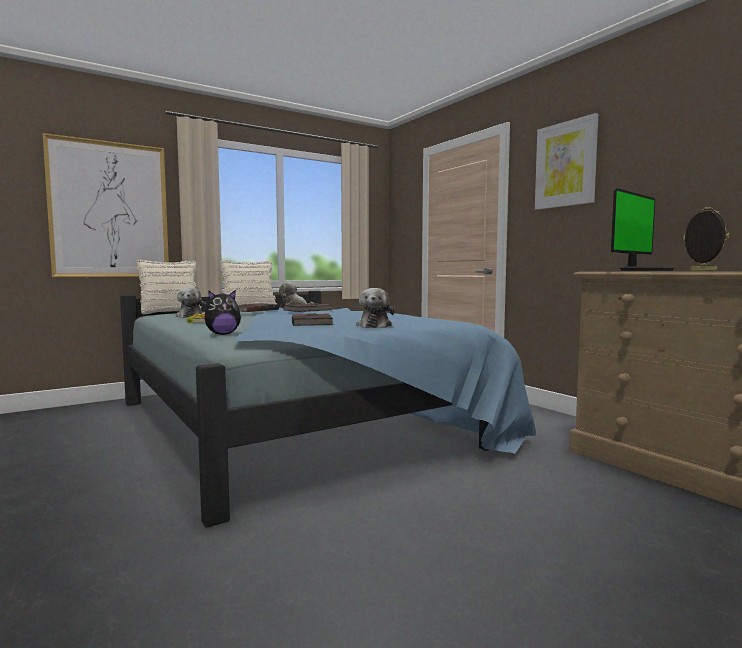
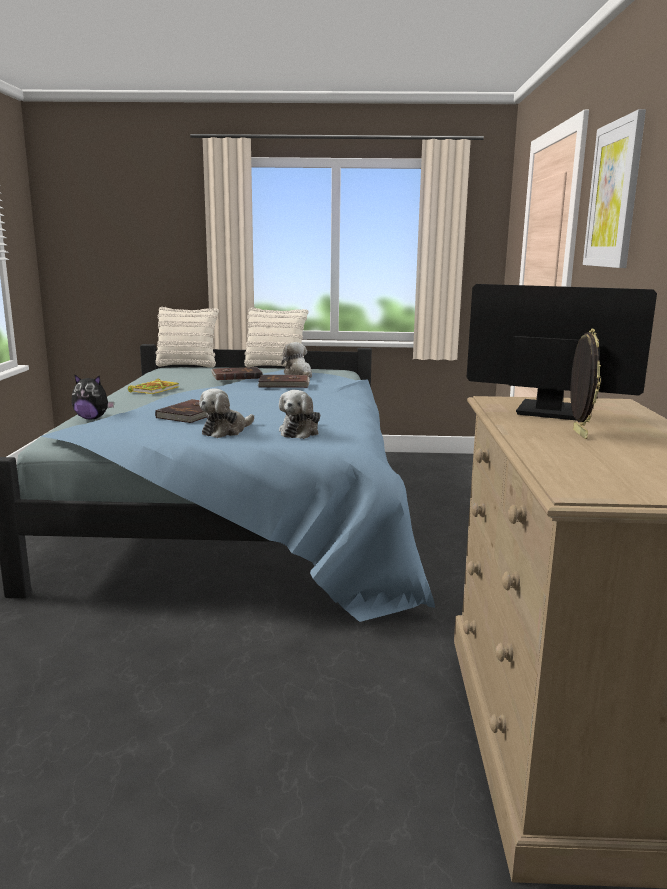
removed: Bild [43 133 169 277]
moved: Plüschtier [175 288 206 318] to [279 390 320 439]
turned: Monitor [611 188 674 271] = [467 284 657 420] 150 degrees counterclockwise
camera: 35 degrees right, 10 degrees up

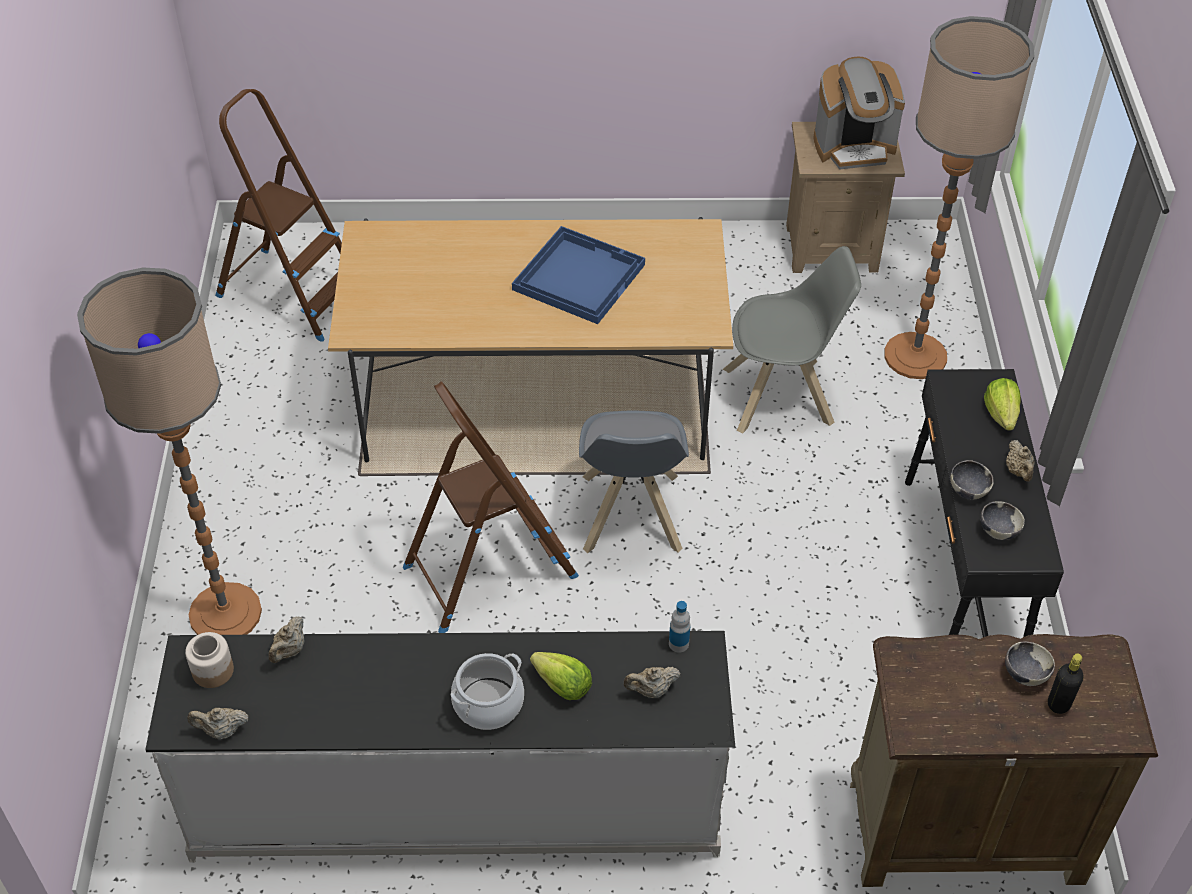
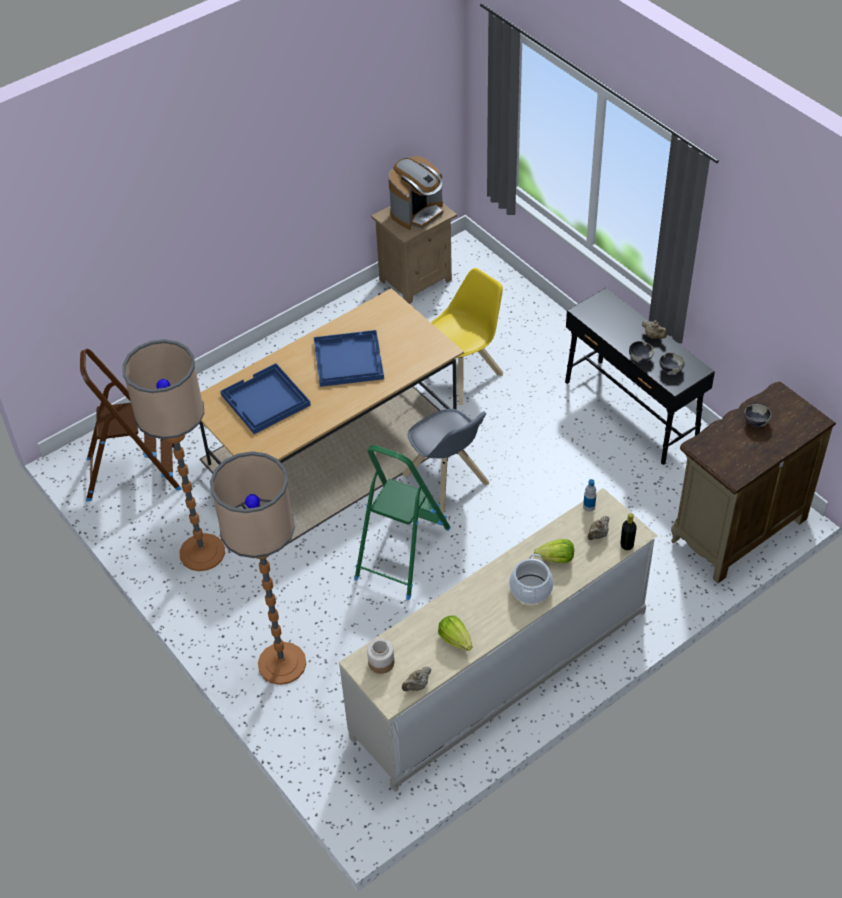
removed: Teekanne (beige) [269 616 304 663]
added: Tablett (blau) [220 363 311 434]
moved: Stehlampe [884 16 1035 379] to [122 339 225 571]; Salatkopf [984 378 1021 431] to [438 616 472 651]; Flasche (schwarz) [1048 653 1083 714] to [621 513 637 550]
recoloured: Schrank (schwarz) [145 631 735 862] to Schrank (beige) [339 488 658 792]; Trittleiter (braun) [403 381 579 633] to Trittleiter (grün) [354 445 450 600]; Stuhl (grau) [723 246 861 433] to Stuhl (gelb) [431 268 503 405]
camera: 35 degrees left, 0 degrees up

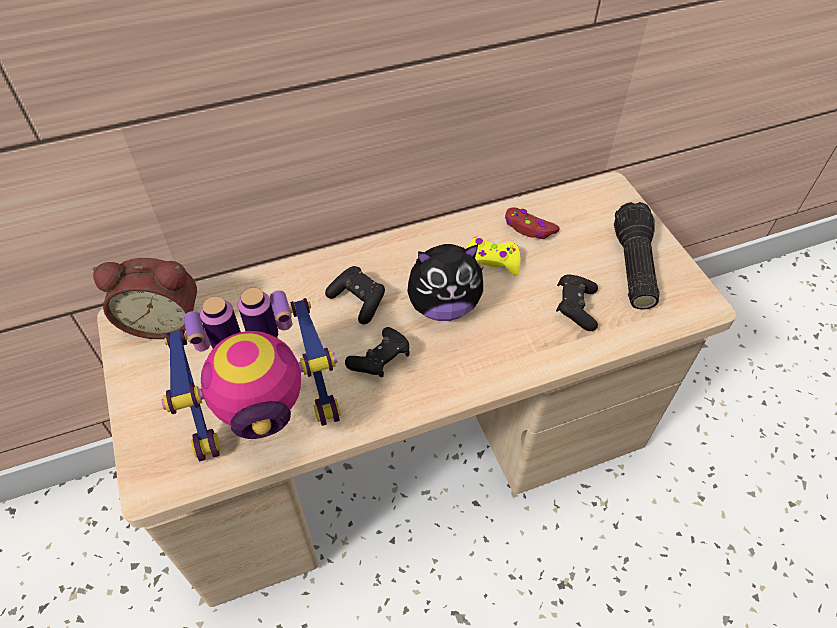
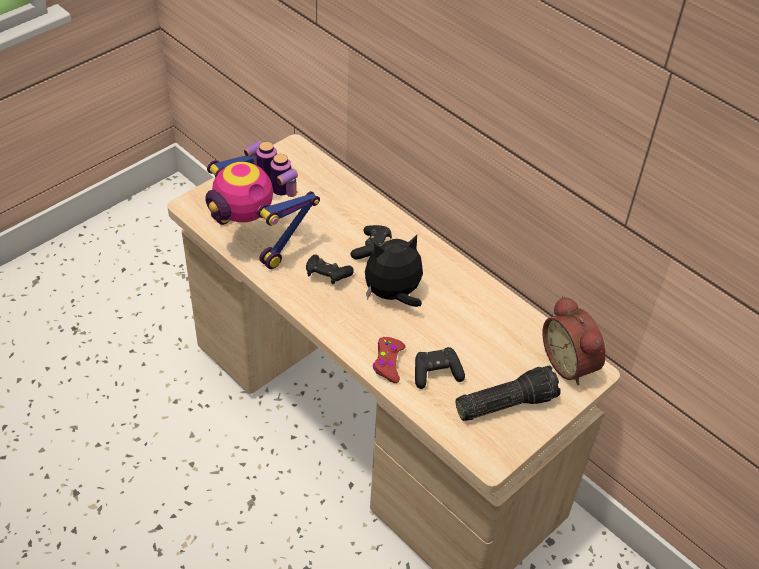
removed: Gamepad (gelb) [466 237 520 275]
moved: Wecker [92 258 197 339] to [542 296 606 385]; Gamepad (rot) [505 207 560 239] to [373 337 406 383]
turned: Plüschtier [407 244 484 321] = [365 235 423 307] 105 degrees clockwise
camera: 65 degrees right, 5 degrees down

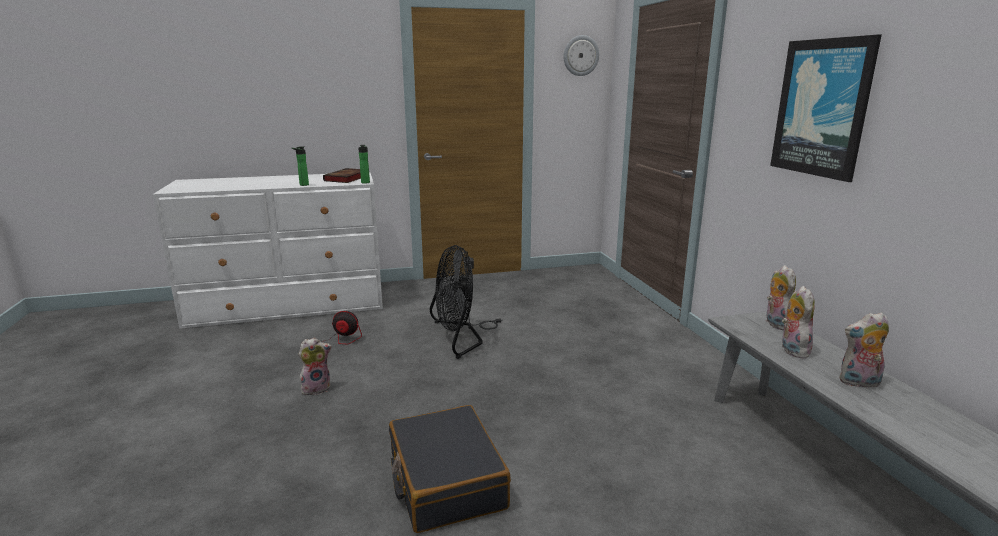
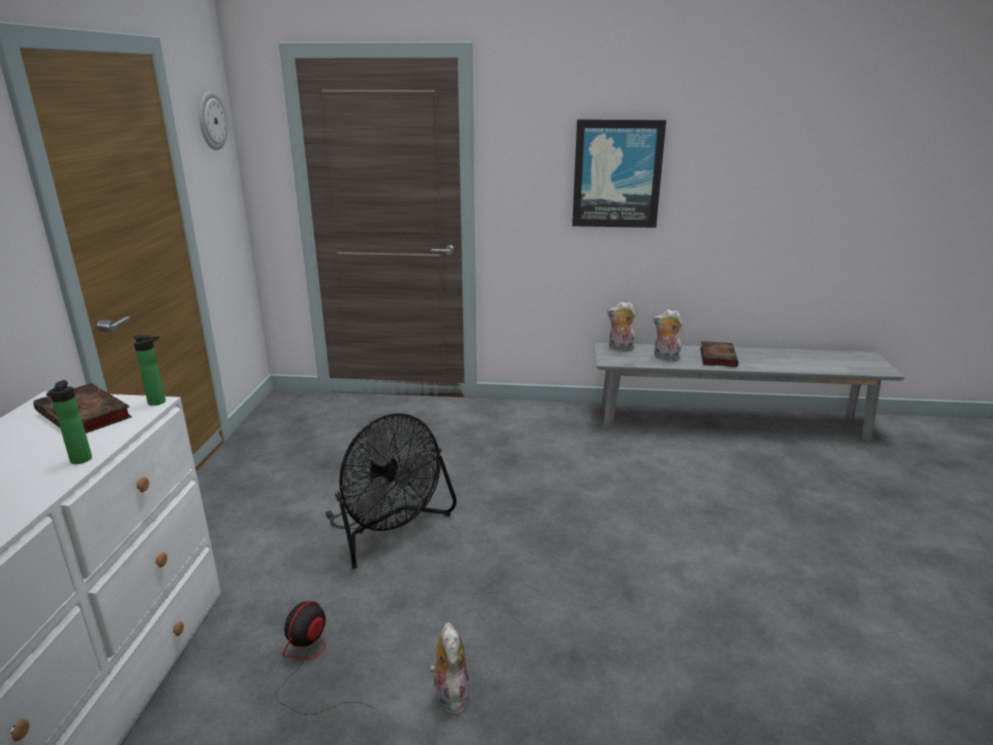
removed: Koffer (schwarz) [389 405 511 533]
replaced: Plüschtier [839 313 889 387] to Buch [700 341 738 367]
turned: Ventilator (schwarz) [430 245 502 359] = [325 413 457 569] 45 degrees counterclockwise
camera: 70 degrees left, 5 degrees up

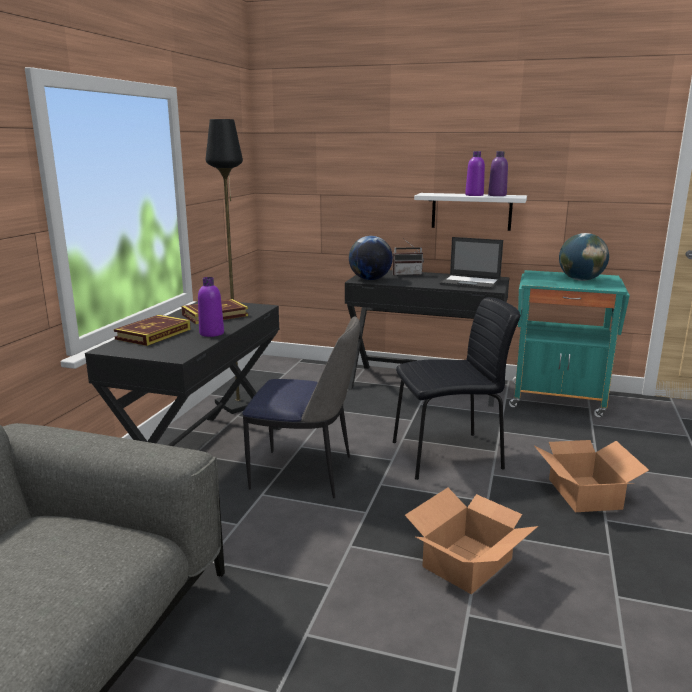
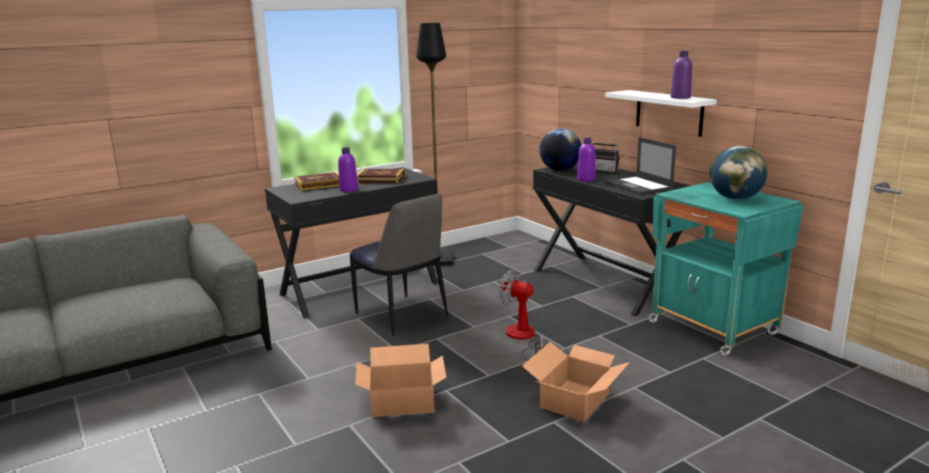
moved: Flasche (lila) [465 151 485 196] to [577 138 596 181]
replaced: Stuhl (schwarz) [393 297 521 480] to Ventilator [499 270 544 360]
camera: 40 degrees right, 0 degrees up

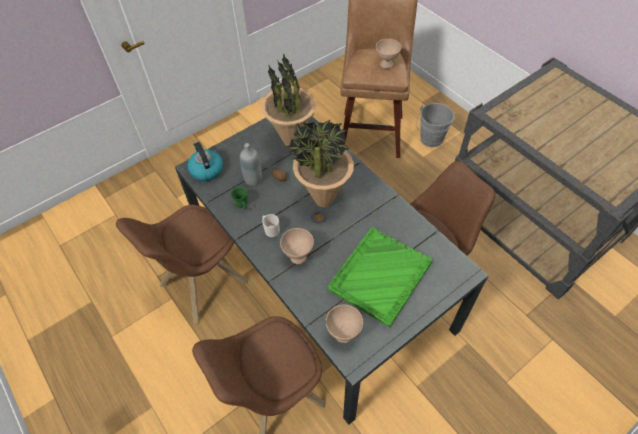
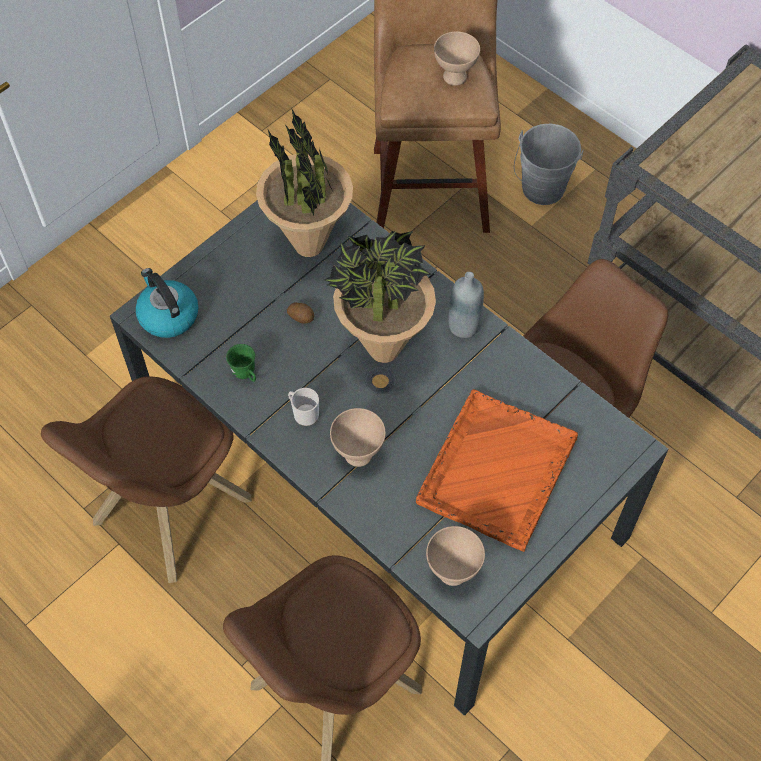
moved: Flasche (grau) [240 143 262 186] to [449 272 484 338]
recoloured: Tablett (grün) [328 227 433 327] to Tablett (orange) [416 389 578 552]
camera: 10 degrees left, 5 degrees up

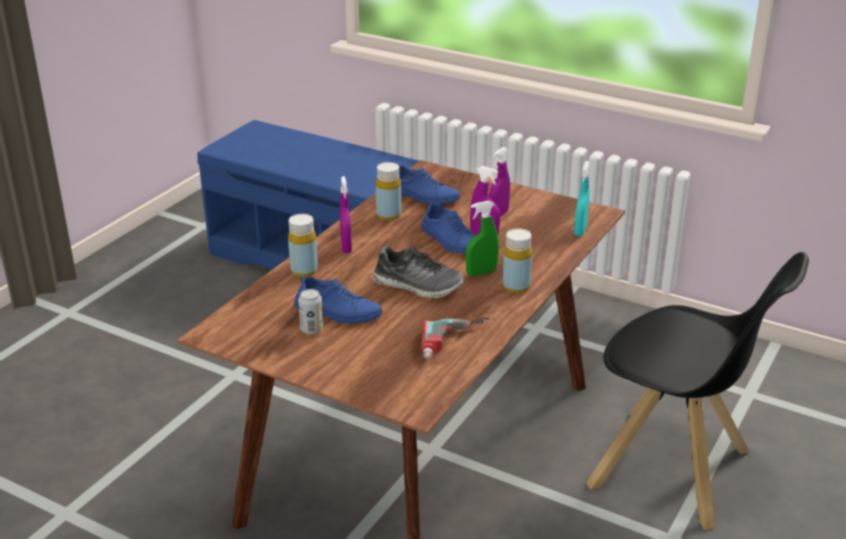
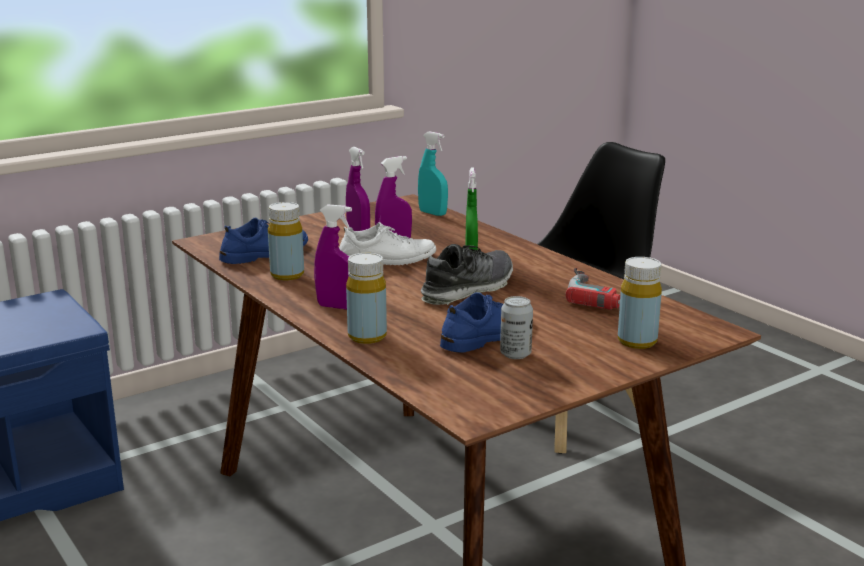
moved: Flasche (gelb) [502 228 532 293] to [618 257 662 349]
recoloured: Schuh (blau) [421 201 475 254] to Schuh (weiß) [339 222 436 265]
camera: 65 degrees left, 10 degrees down

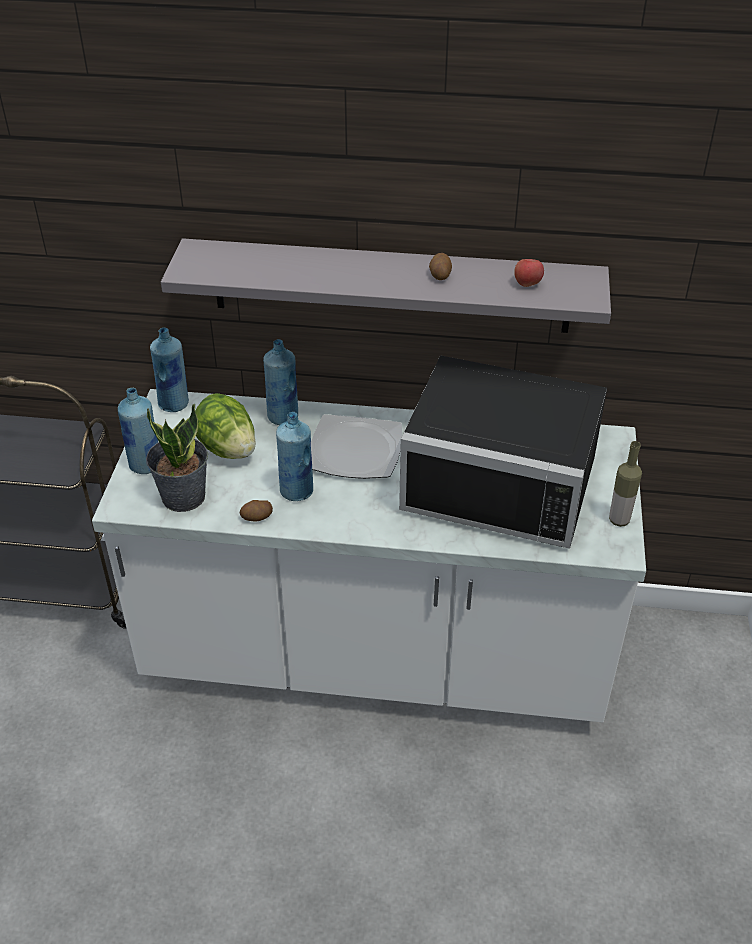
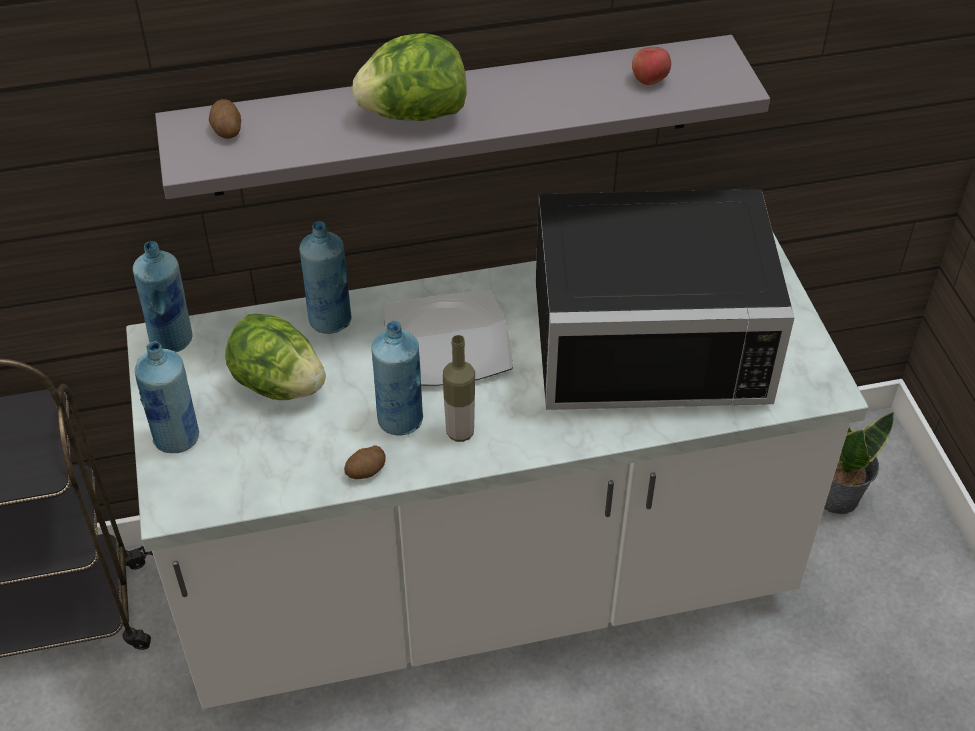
added: Salatkopf [352 33 467 121]
moved: Topfpflanze [146 404 208 512] to [824 411 895 514]; Kartoffel [429 253 452 280] to [209 99 241 139]; Flasche [609 441 642 527] to [443 335 475 442]
camera: 20 degrees left, 5 degrees up

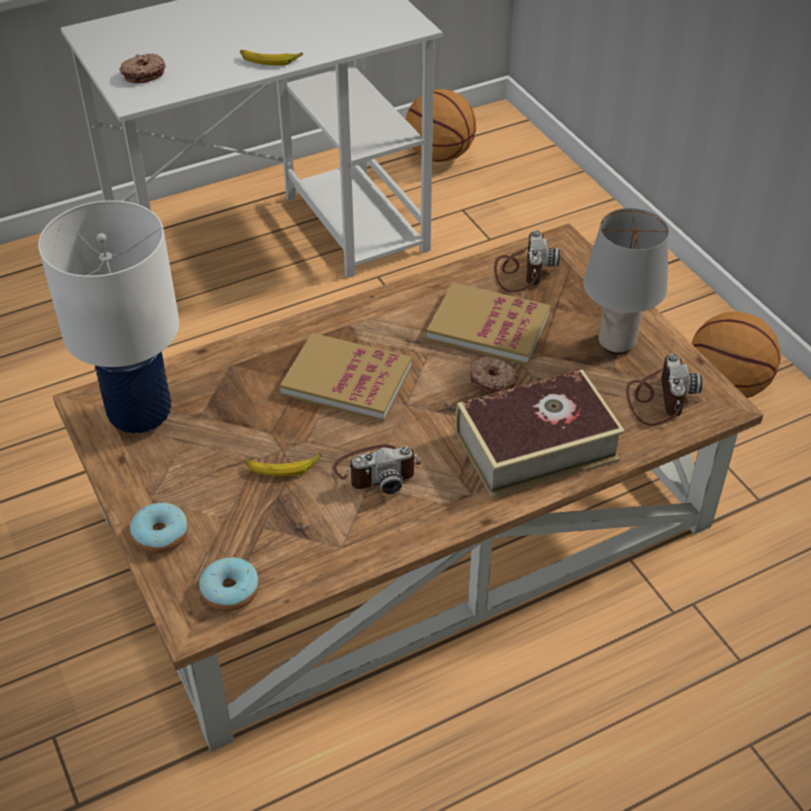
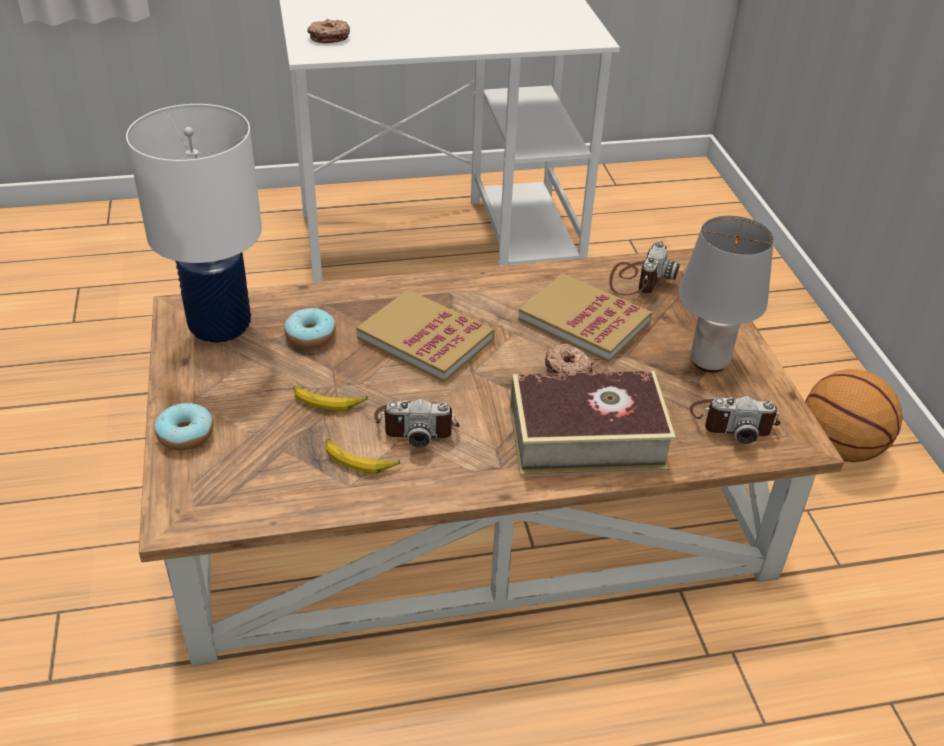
removed: Basketball [406 89 476 162]
moved: Donut [199 557 259 611] to [284 308 336 348]; Banane [240 50 303 66] to [326 439 400 474]
turned: Kamera [626 353 702 426] = [689 396 780 444] 75 degrees clockwise
camera: 15 degrees right, 5 degrees down

